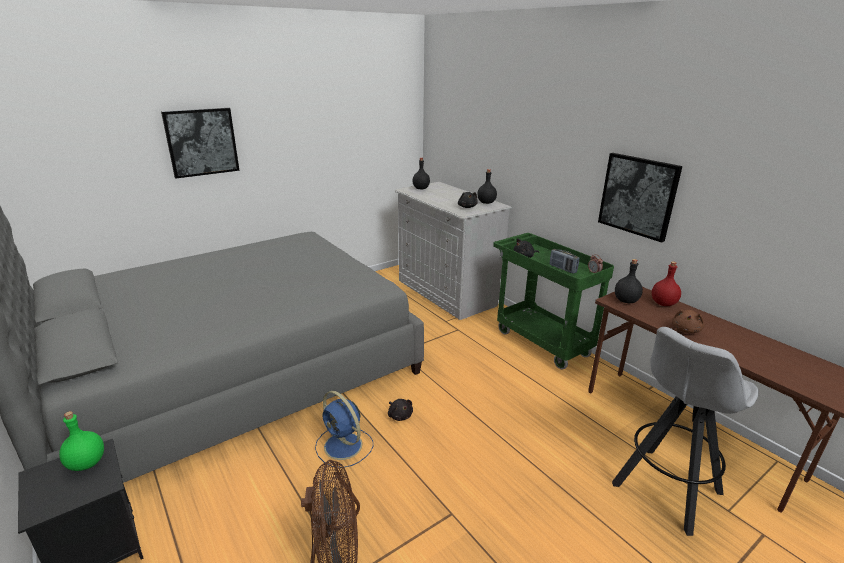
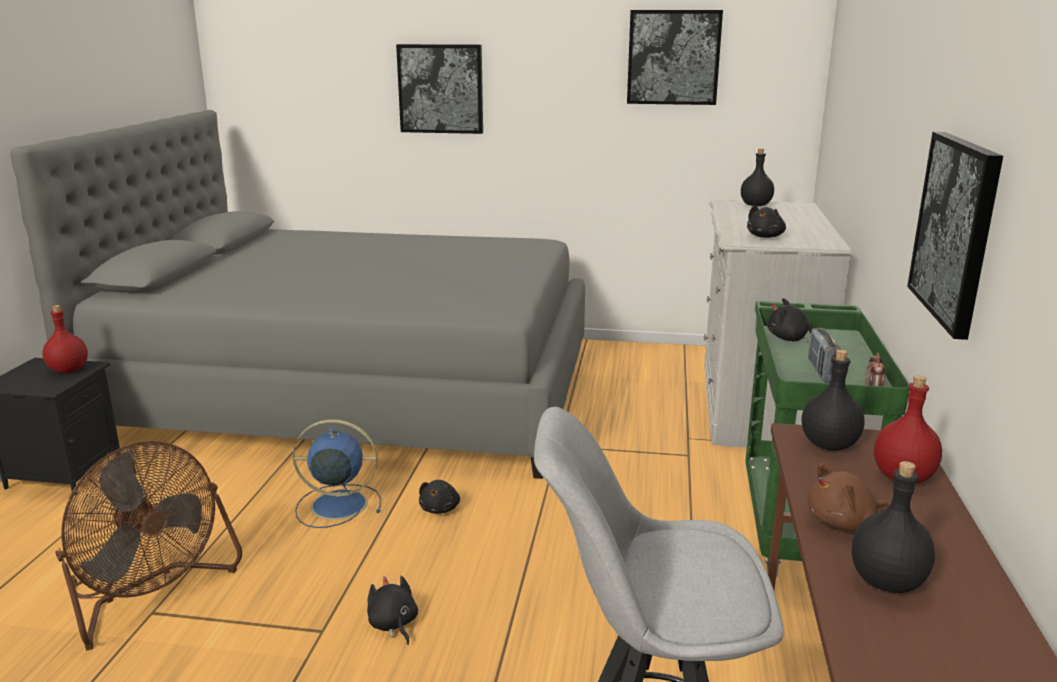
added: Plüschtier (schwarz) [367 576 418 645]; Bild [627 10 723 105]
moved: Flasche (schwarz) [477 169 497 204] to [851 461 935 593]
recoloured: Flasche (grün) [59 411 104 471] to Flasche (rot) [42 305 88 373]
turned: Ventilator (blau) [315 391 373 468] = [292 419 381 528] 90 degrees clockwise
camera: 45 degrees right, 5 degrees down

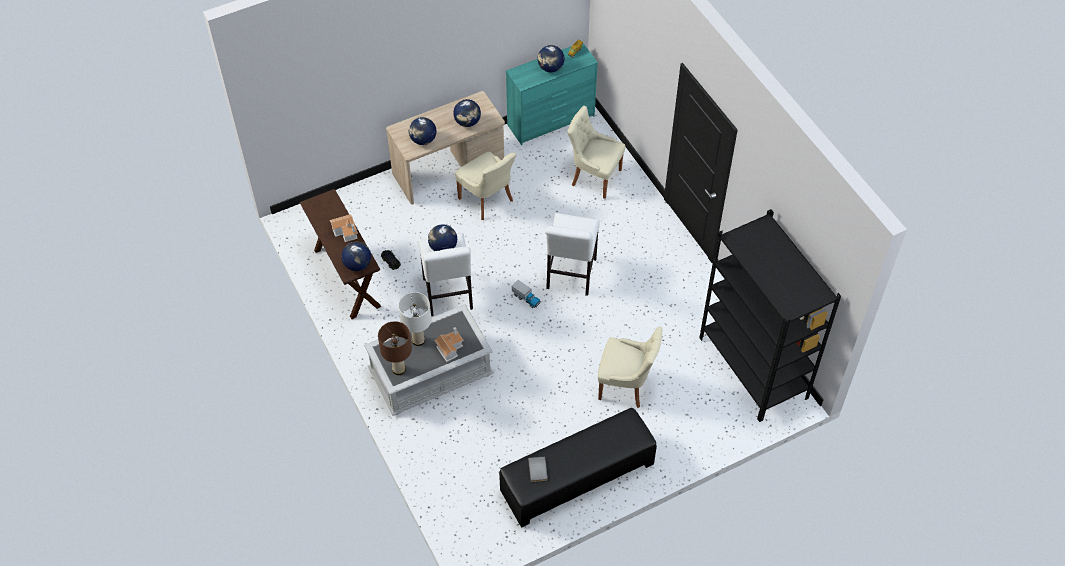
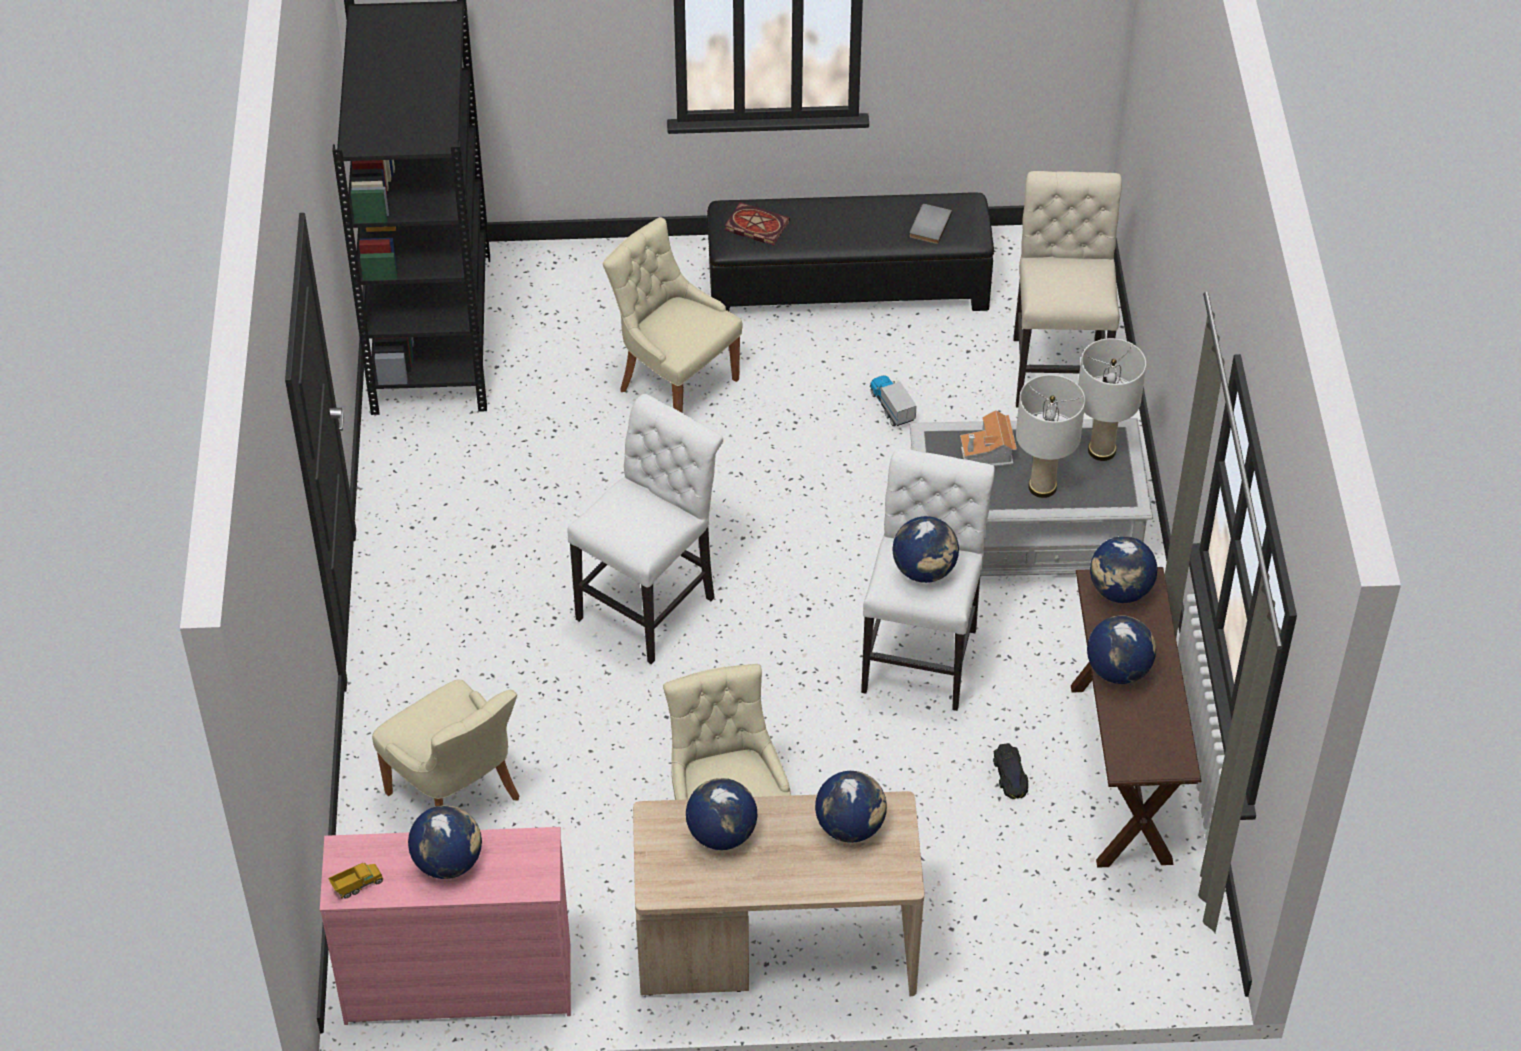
added: Buch [724 202 790 245]; Hocker (beige) [1013 171 1122 408]
moved: Spielzeuglaster [512 280 541 308] to [870 375 916 426]
replaced: Spielzeughaus [330 214 358 242] to Globus [1087 615 1156 684]
recoloured: Tischlampe (braun) [378 321 412 375] to Tischlampe (weiß) [1078 338 1146 461]; Kommode (türkis) [506 43 598 145] to Kommode (rosa) [320 827 571 1025]
camera: 155 degrees left, 5 degrees down

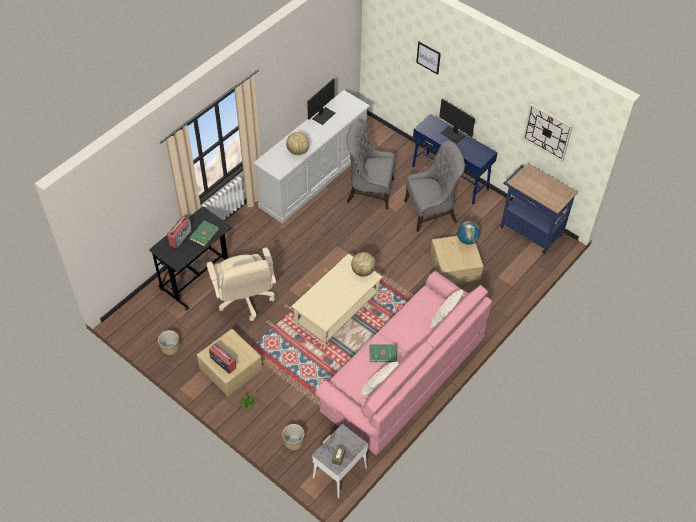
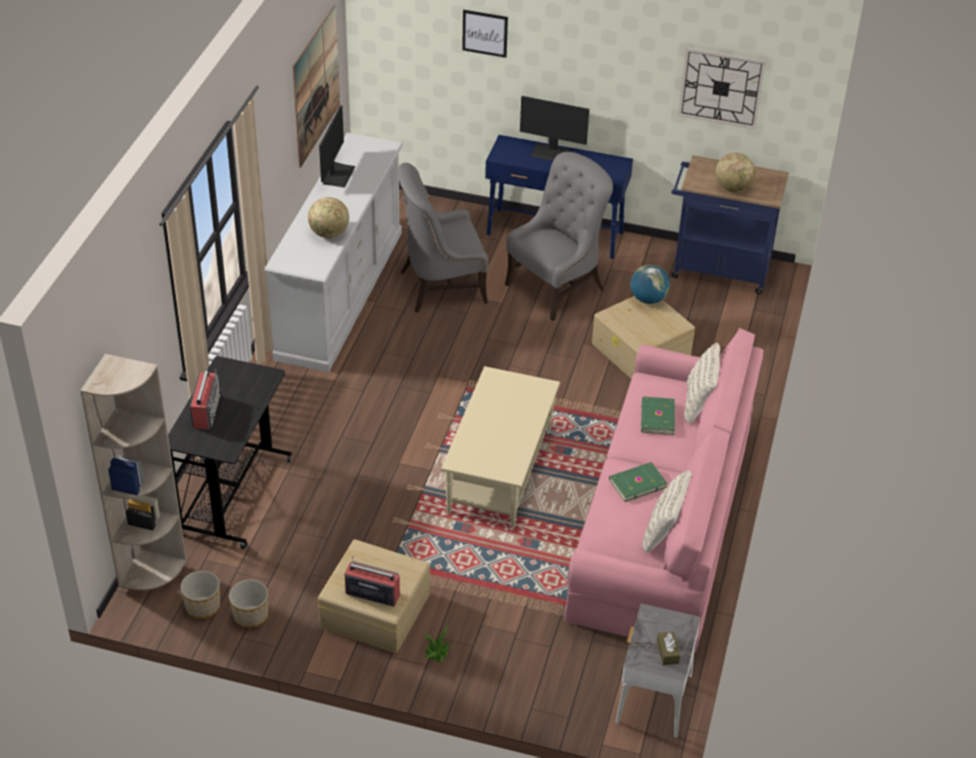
removed: Bürostuhl (beige) [207 248 276 321]
added: Bücherregal (beige) [80 354 187 590]; Bild [293 5 340 168]
moved: Buch (grün) [189 220 219 247] to [641 397 675 435]; Pflanzkübel [282 424 304 451] to [180 571 220 619]; Globus [351 252 376 277] to [715 153 755 192]
camera: 25 degrees left, 10 degrees down

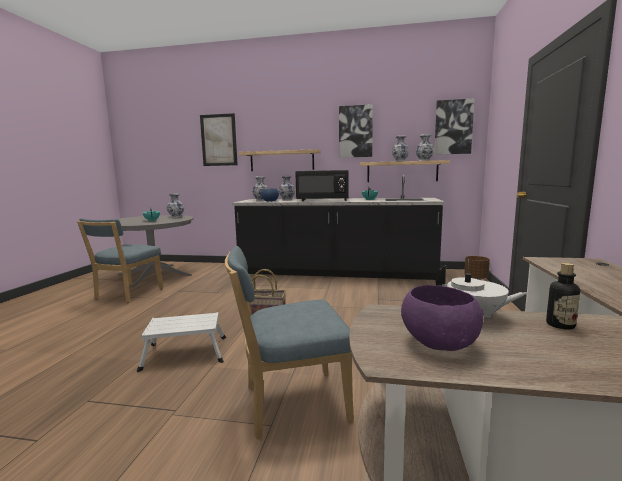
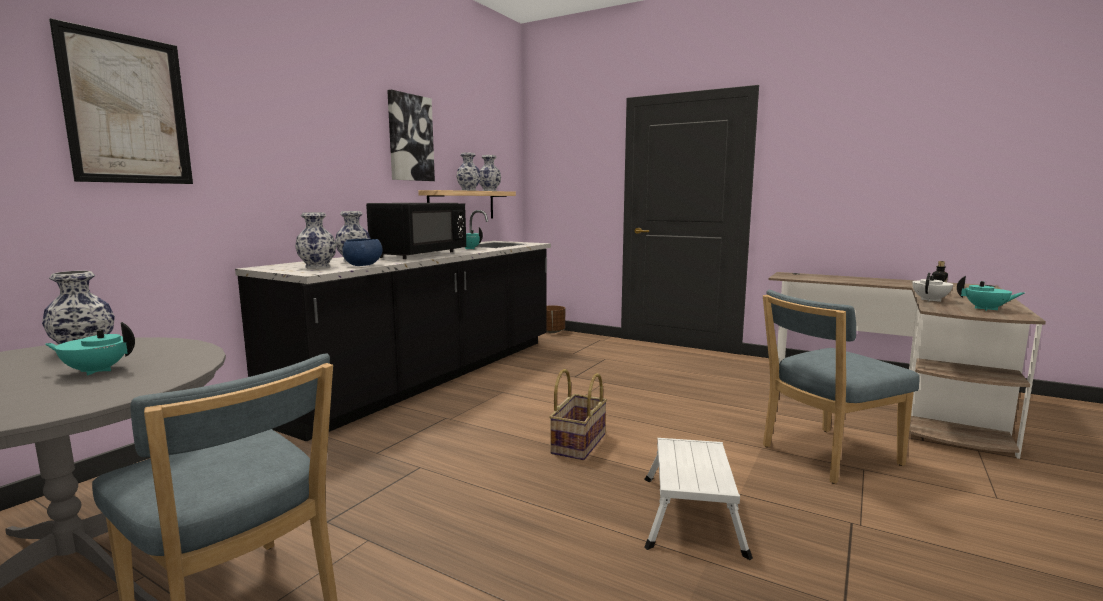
removed: Wandregal [239 149 321 171]; Bild [434 99 474 155]
replaced: Schüssel (lila) [401 285 484 351] to Teekanne (türkis) [957 276 1024 311]
turned: Stuhl (blau) [225 246 354 440] = [763 290 920 484] 60 degrees clockwise
camera: 70 degrees left, 0 degrees up

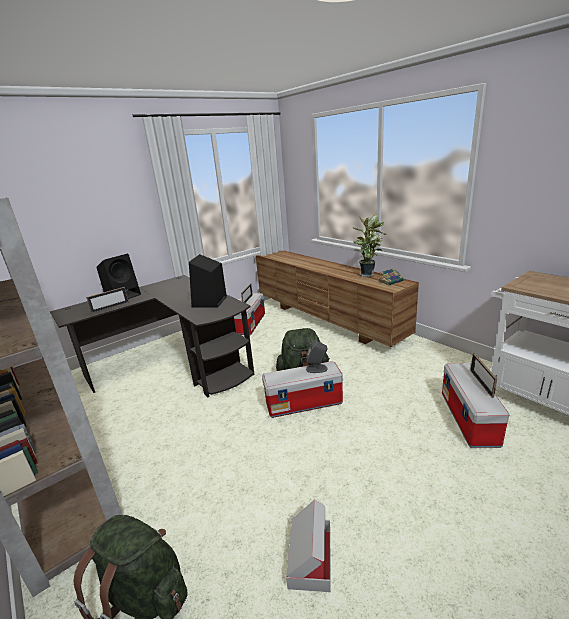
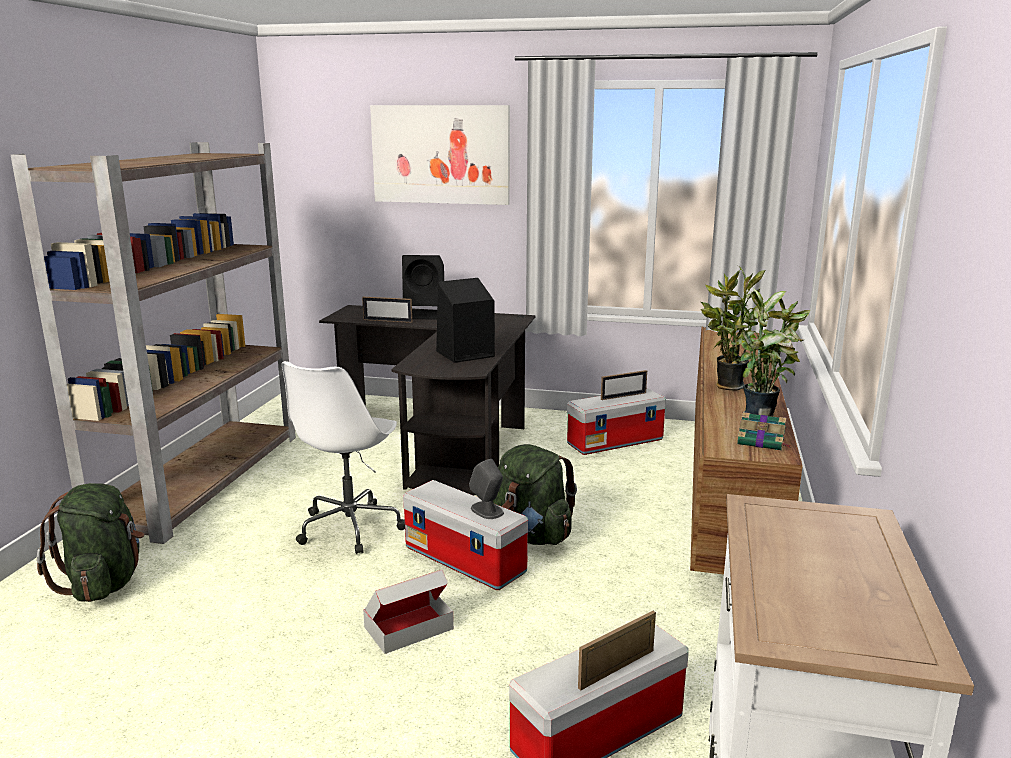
added: Bürostuhl (weiß) [282 361 405 554]; Bild [370 105 510 205]; Topfpflanze [701 266 769 391]
moved: Karton [286 500 331 592] to [363 570 454 654]
camera: 50 degrees right, 5 degrees down

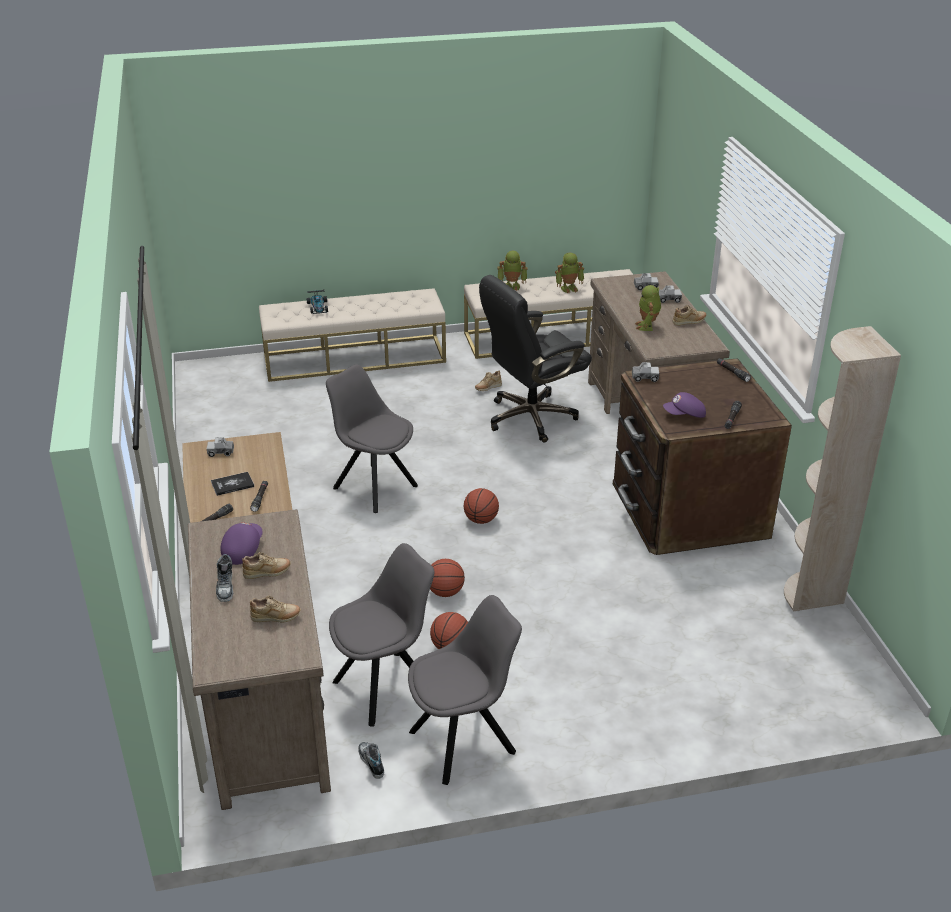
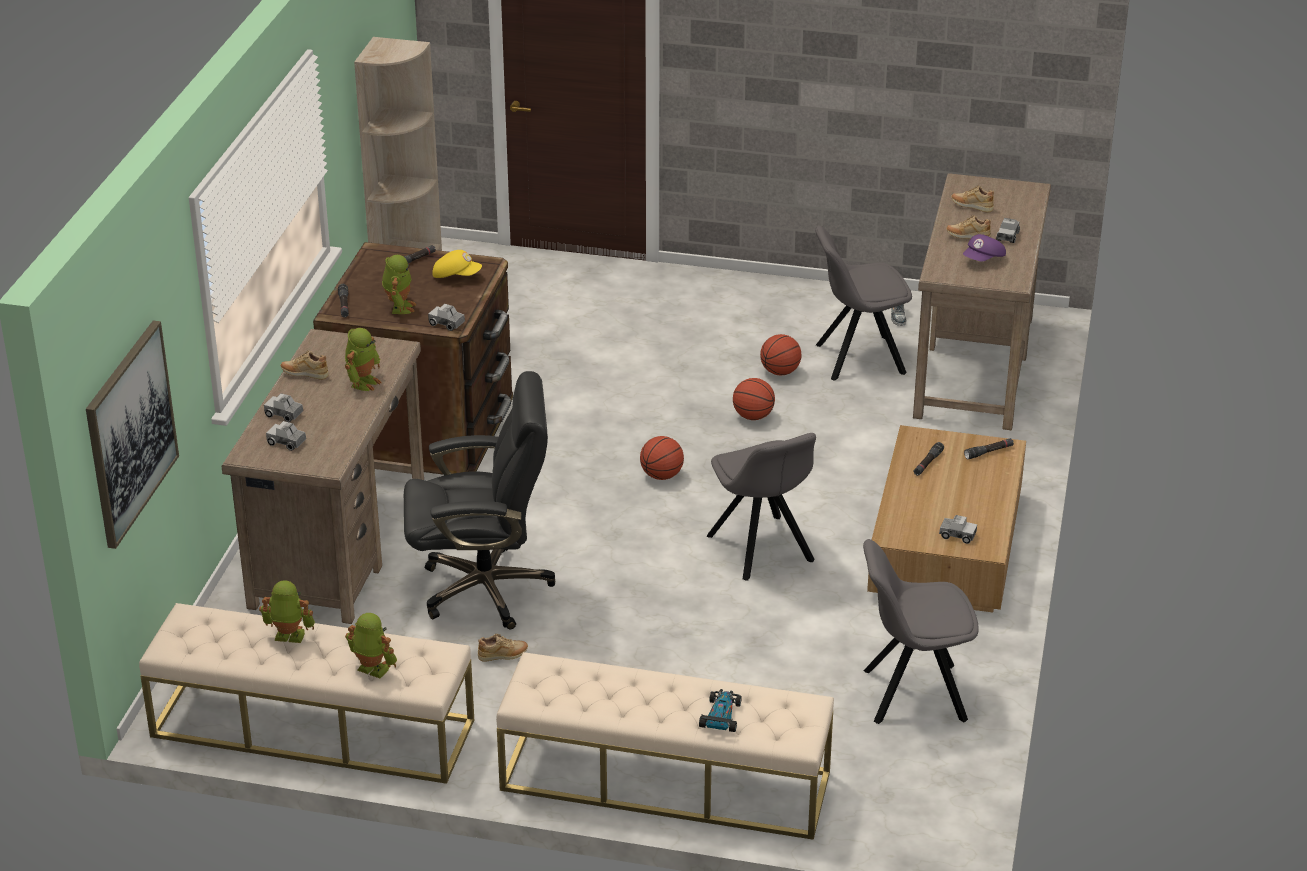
removed: Buch [211 472 254 496]
added: Bild [86 320 179 549]; Spielzeugroboter [382 255 416 314]
moved: Stuhl (grau) [408 595 522 785] to [863 539 979 724]
replaced: Schuh [216 554 234 602] to Spielzeuglaster [996 218 1020 243]
recoloured: Kappe (lila) [663 392 706 418] to Kappe (gelb) [433 250 482 278]
camera: 155 degrees left, 0 degrees up

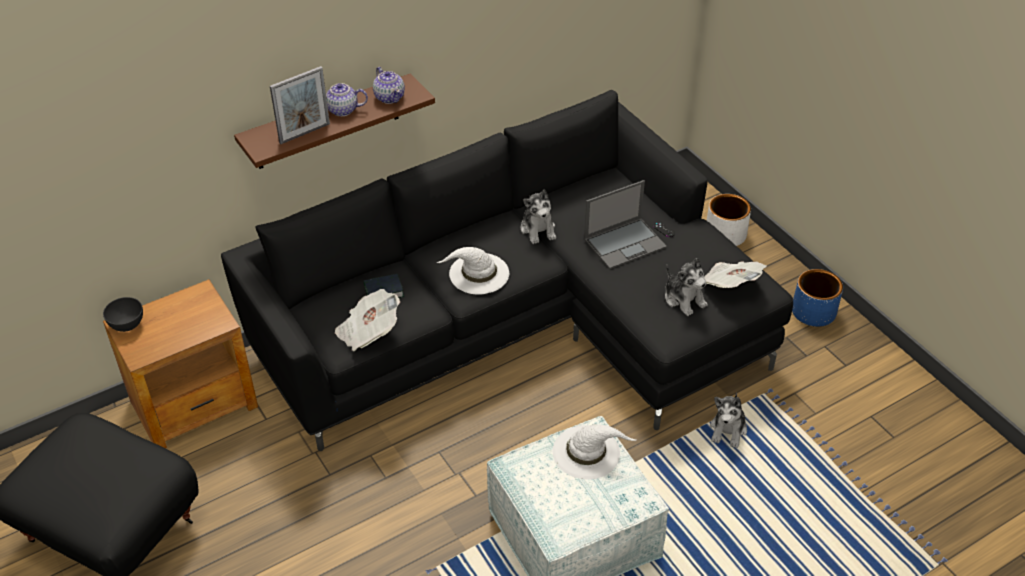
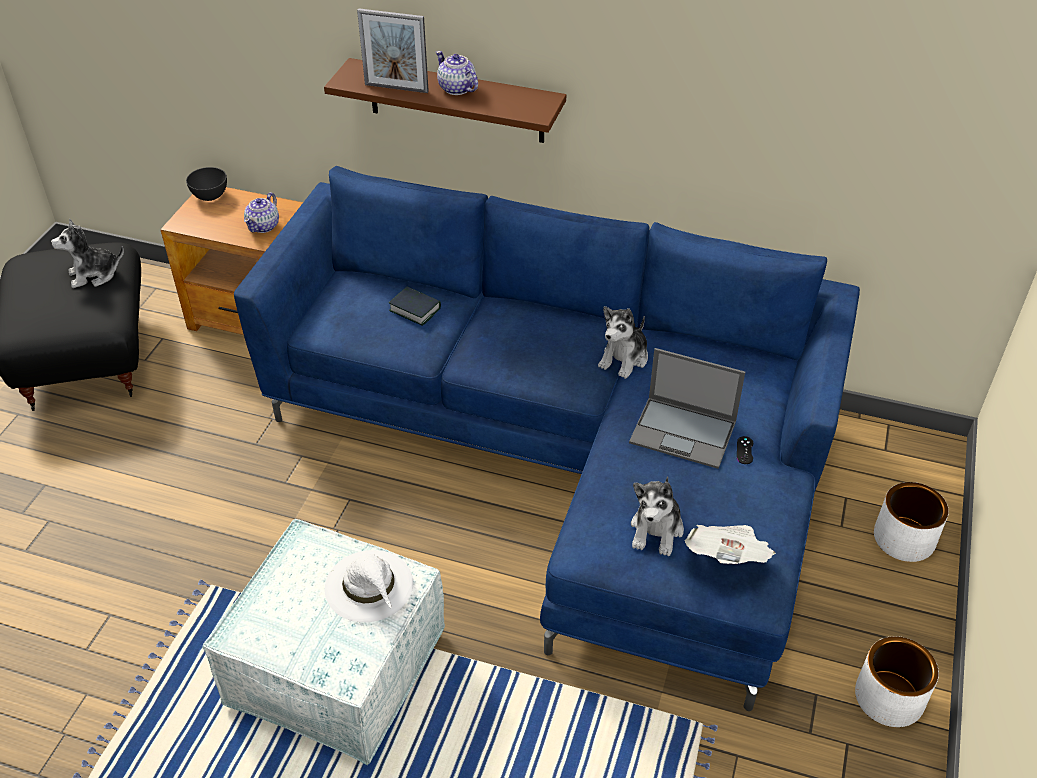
removed: Zeitung [335 289 400 351]; Hut (weiß) [436 247 509 295]
moved: Teekanne [373 67 405 104] to [244 193 279 233]; Plüschtier [710 393 747 448] to [51 218 124 288]
recoloured: Sofa (schwarz) [221 90 793 451] to Sofa (blau) [234 166 860 711]; Pflanzkübel (blau) [792 269 843 327] to Pflanzkübel (weiß) [855 636 939 727]
camera: 50 degrees right, 0 degrees up

